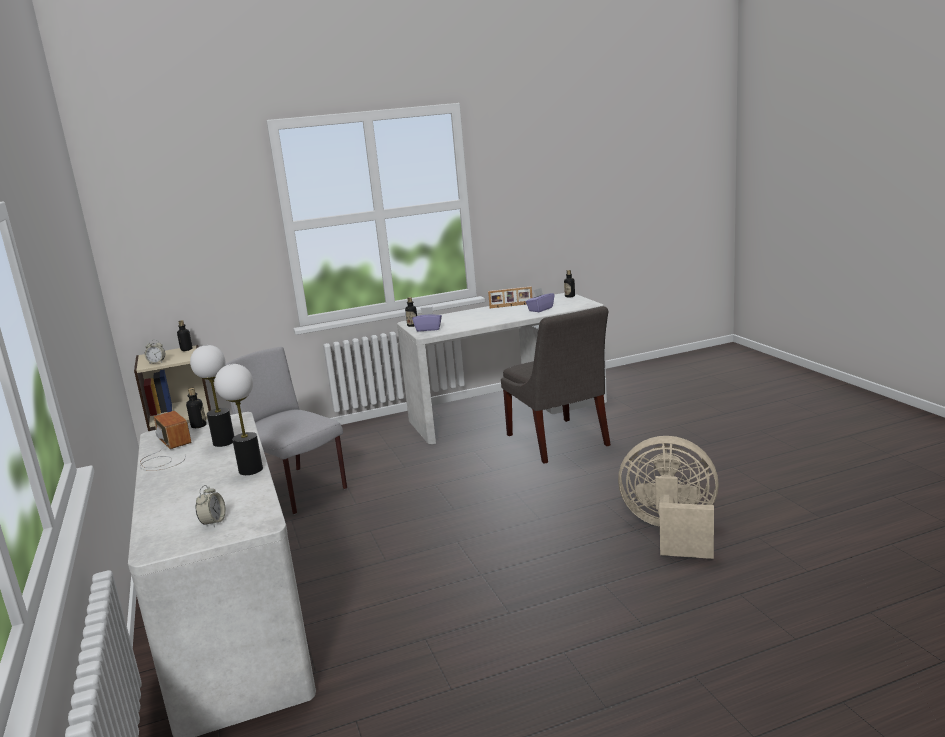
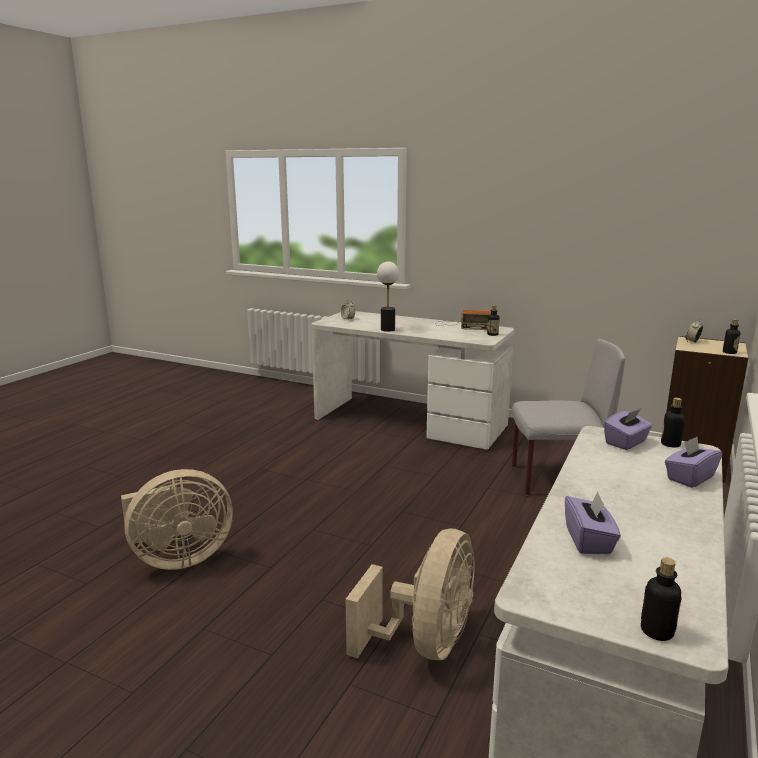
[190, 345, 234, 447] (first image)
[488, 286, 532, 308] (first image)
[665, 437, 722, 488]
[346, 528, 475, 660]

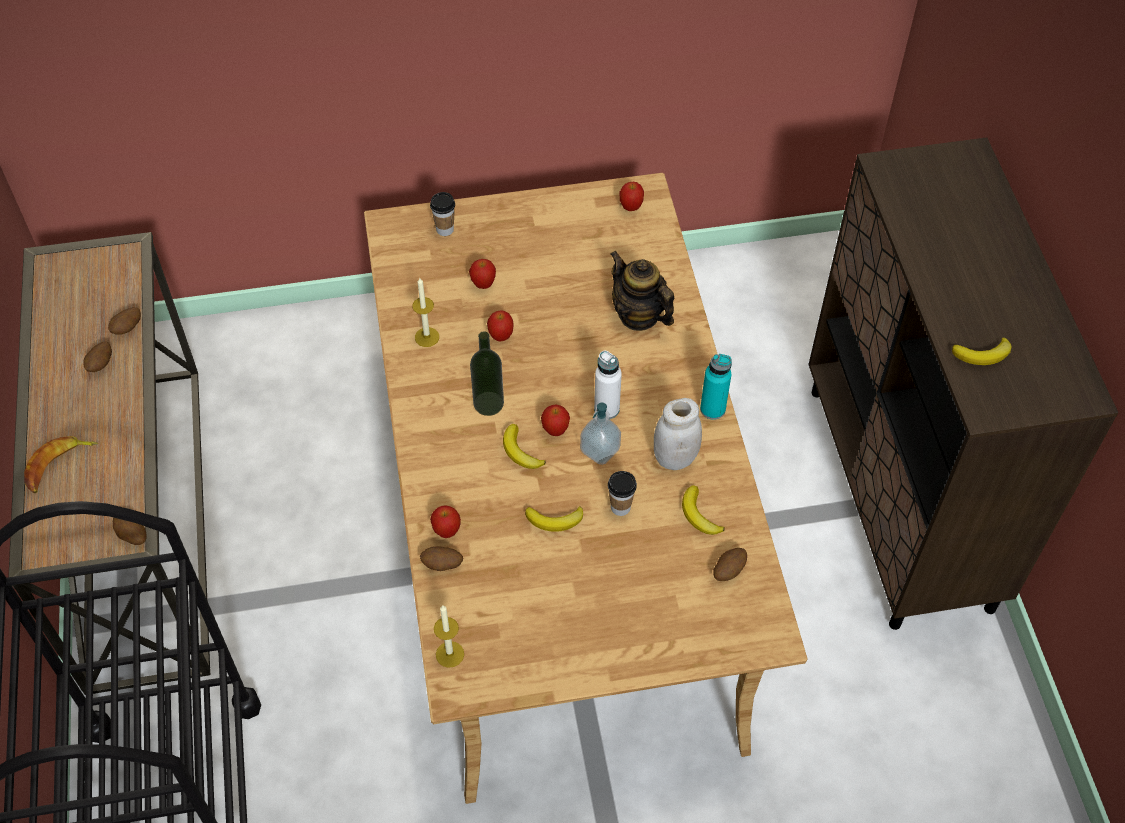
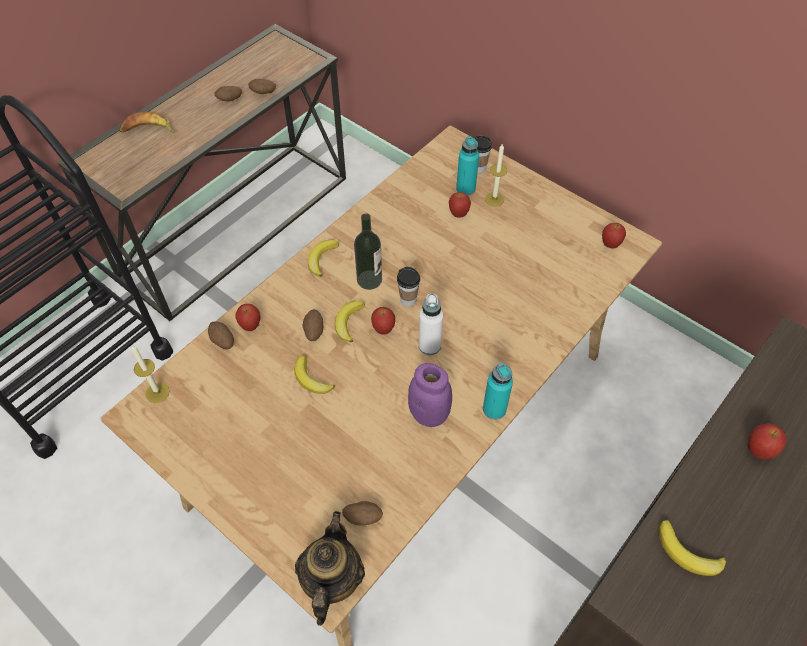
[580, 403, 621, 465] (first image)
[456, 136, 479, 196]
[303, 309, 323, 341]
[485, 144, 507, 207]
[748, 423, 787, 459]
[397, 267, 420, 306]
[295, 511, 365, 626]
[308, 240, 339, 277]
[408, 363, 452, 427]

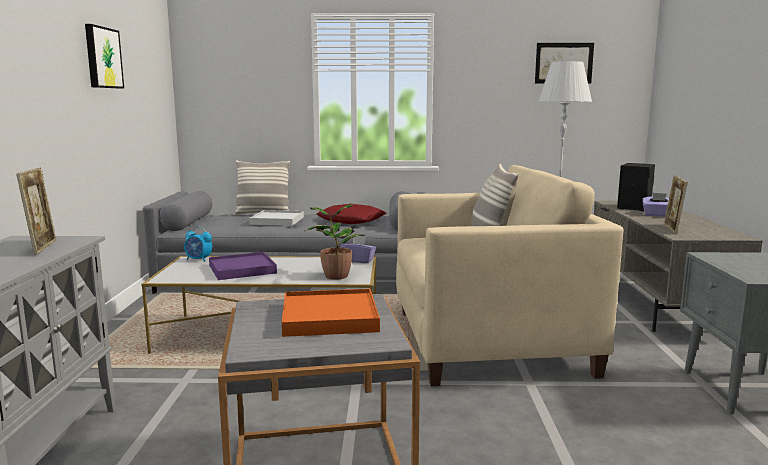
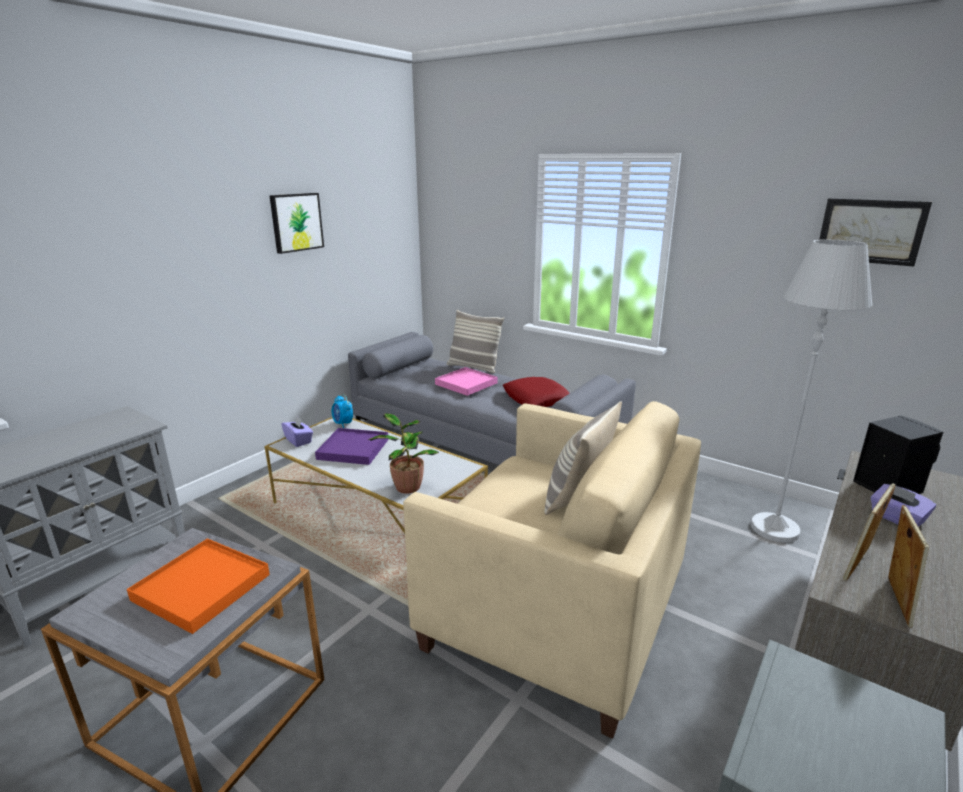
[888, 505, 929, 628]
[281, 416, 313, 447]
[435, 367, 497, 396]

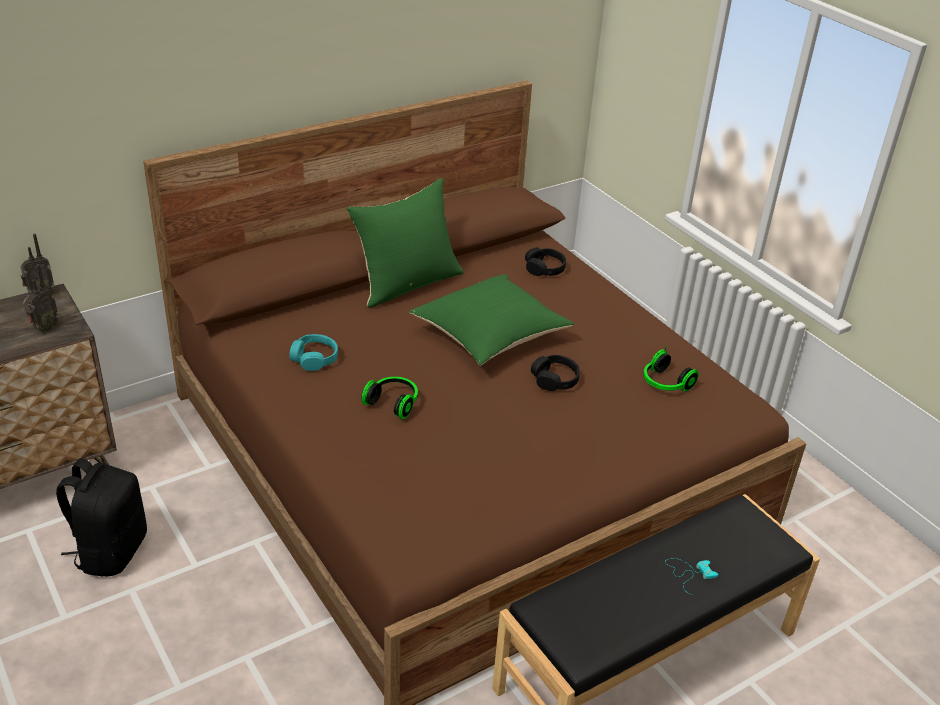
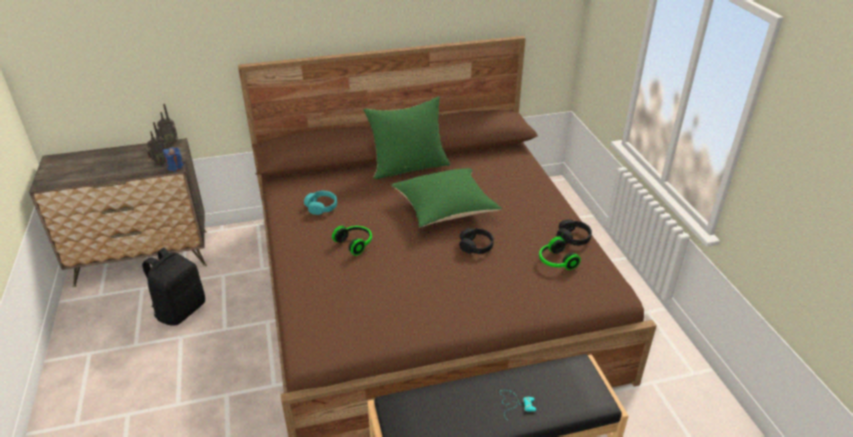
[163, 147, 183, 172]
[557, 219, 592, 246]

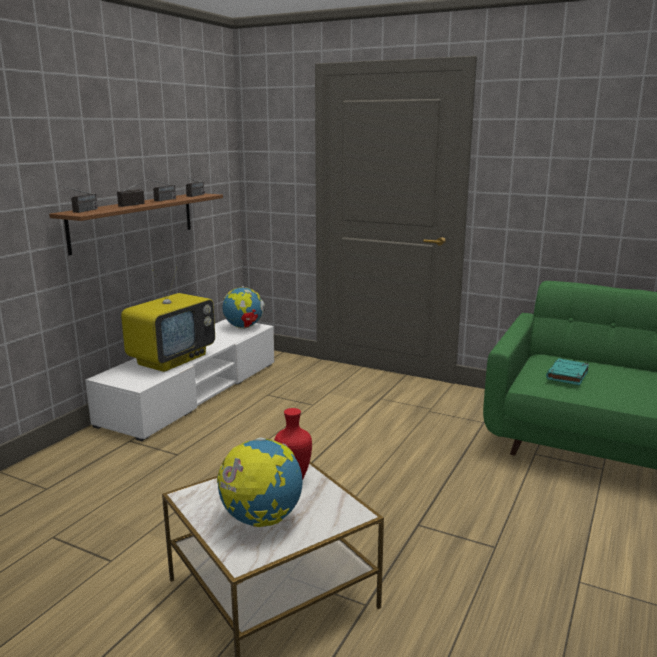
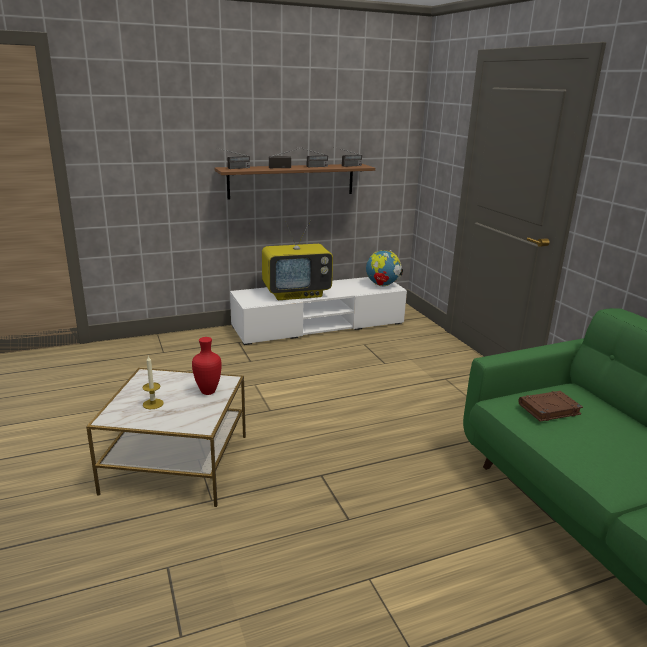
[143, 355, 164, 409]
[519, 391, 583, 421]

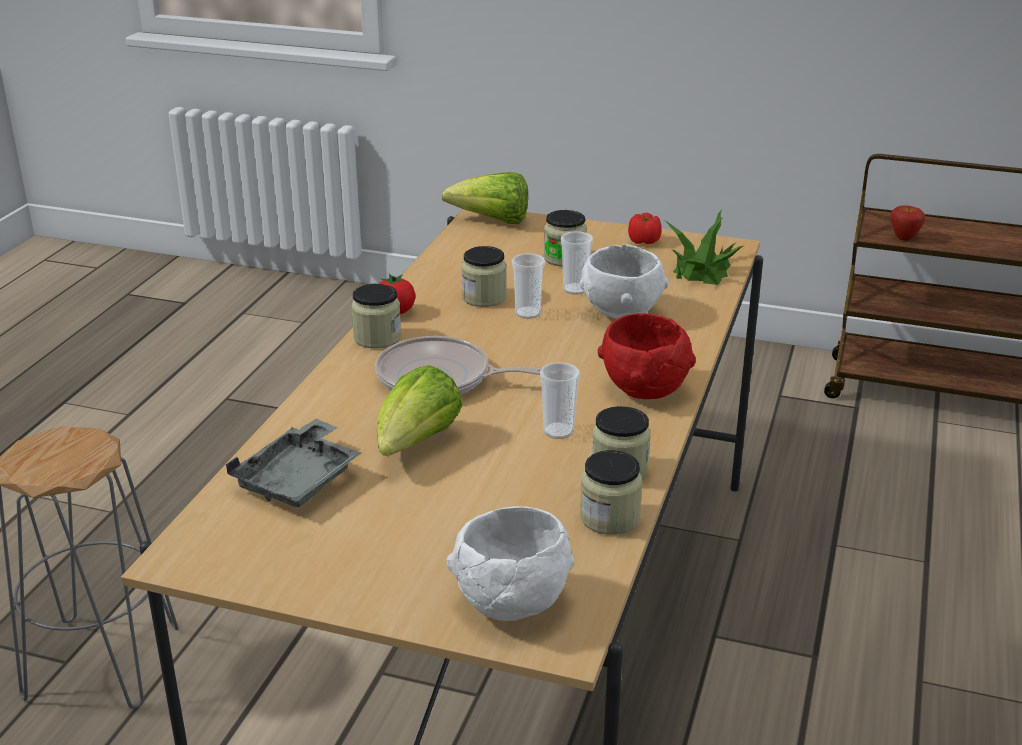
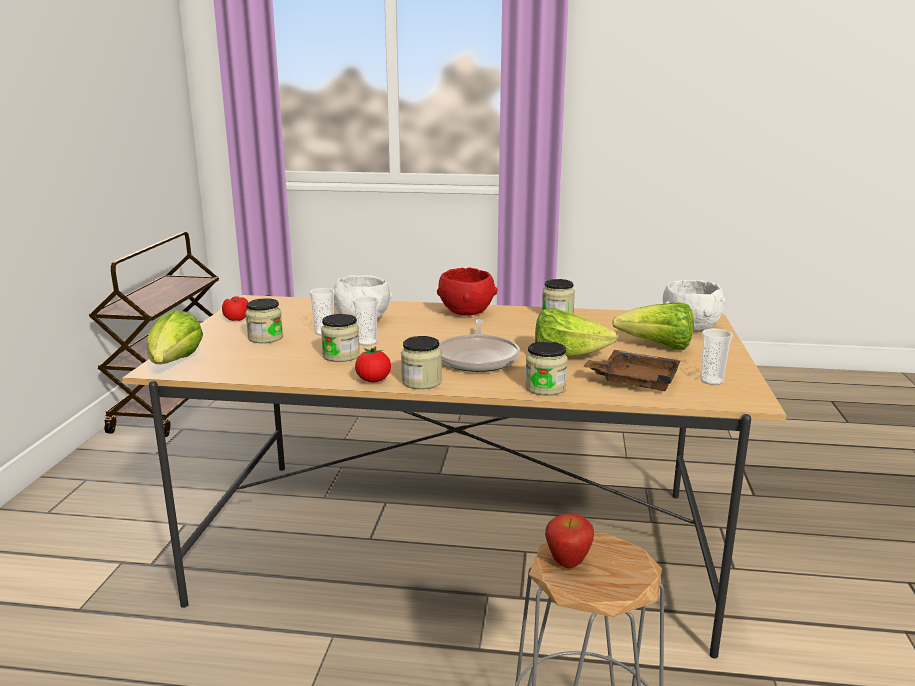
[664, 210, 743, 285] (first image)
[612, 302, 694, 350]
[700, 328, 733, 385]
[525, 341, 568, 396]
[545, 513, 594, 568]
[583, 350, 680, 391]

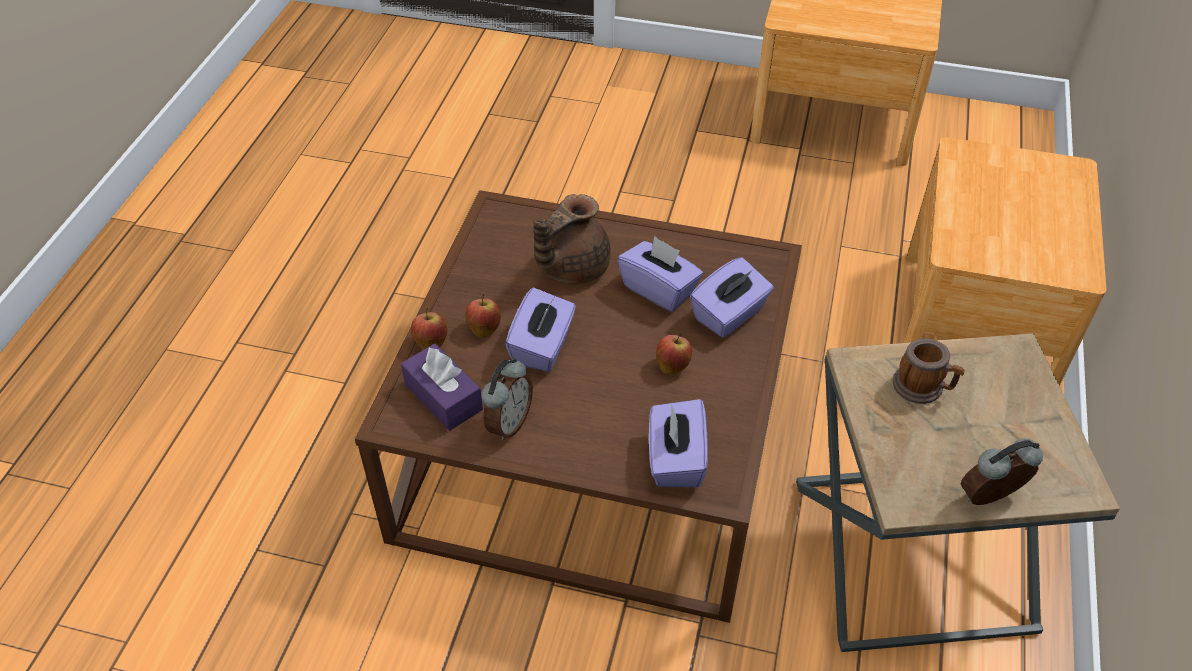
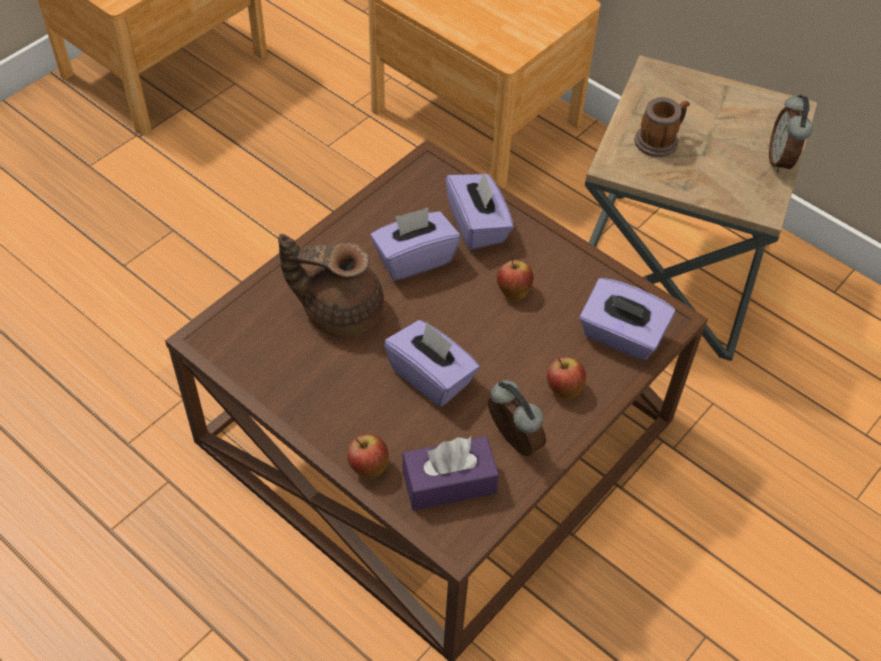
[547, 357, 586, 399]
[278, 234, 384, 338]

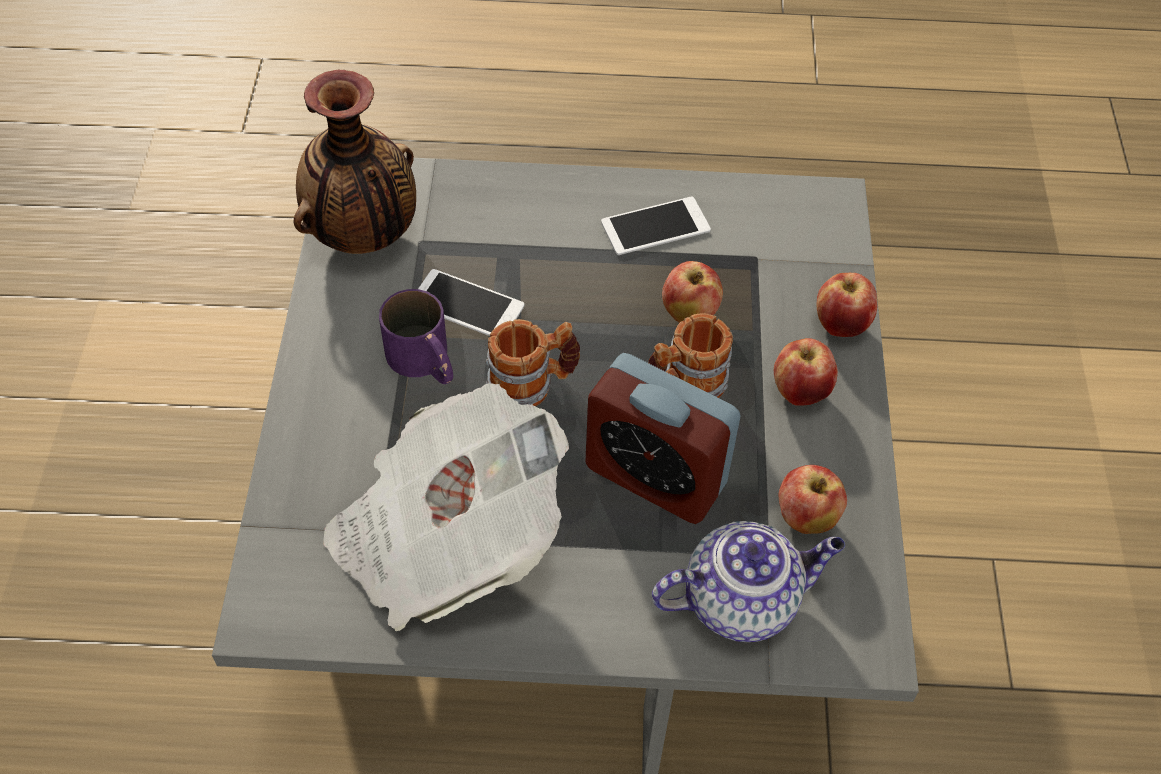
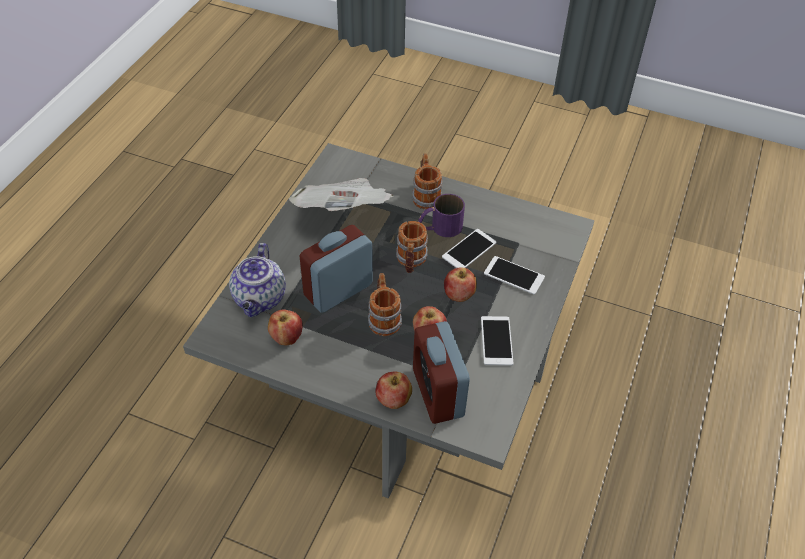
[293, 70, 416, 254] (first image)
[412, 153, 442, 210]
[413, 321, 470, 424]
[484, 256, 545, 295]
[444, 267, 477, 302]

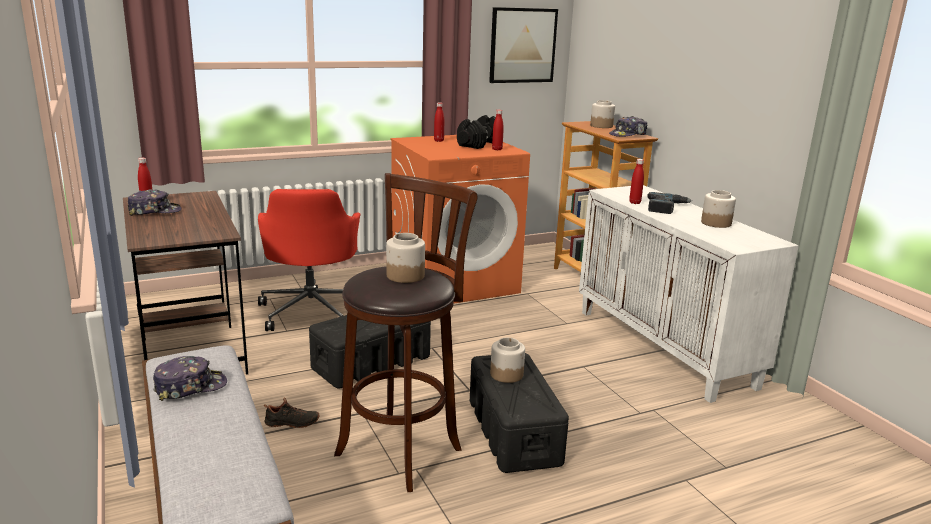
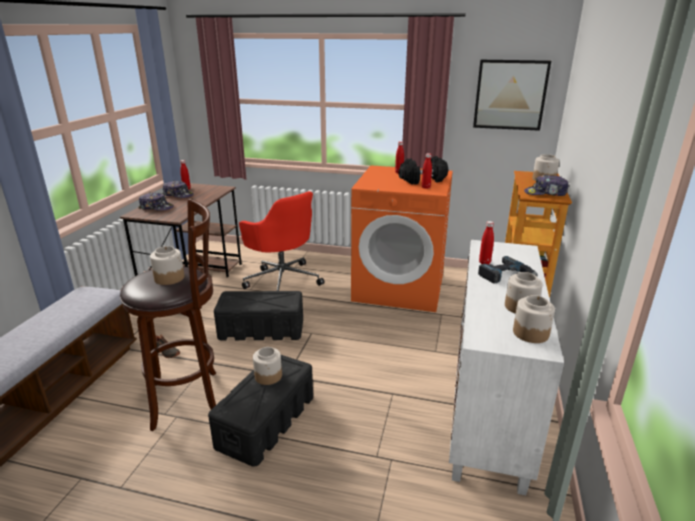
[513, 295, 555, 343]
[139, 192, 174, 211]
[239, 191, 325, 291]

